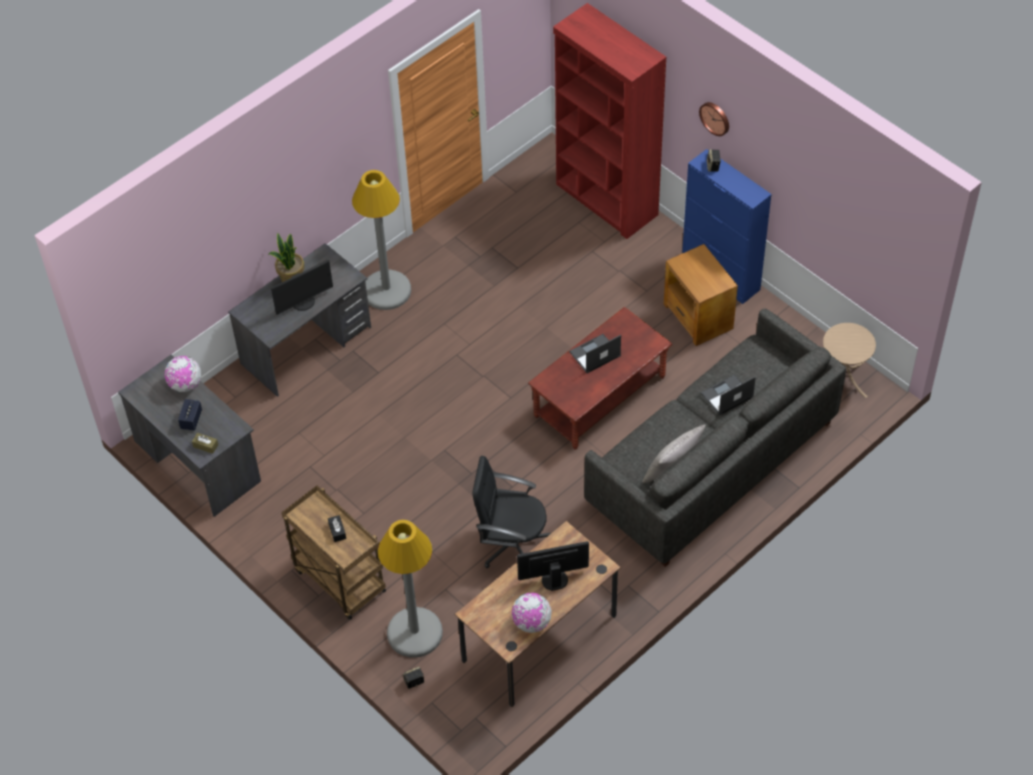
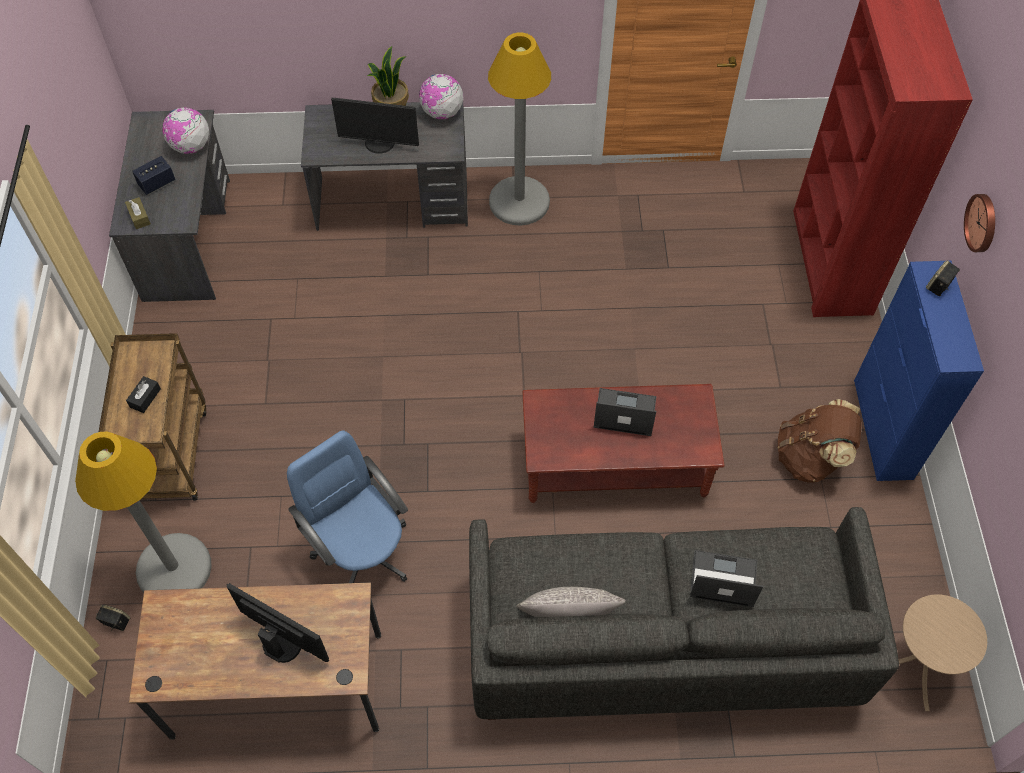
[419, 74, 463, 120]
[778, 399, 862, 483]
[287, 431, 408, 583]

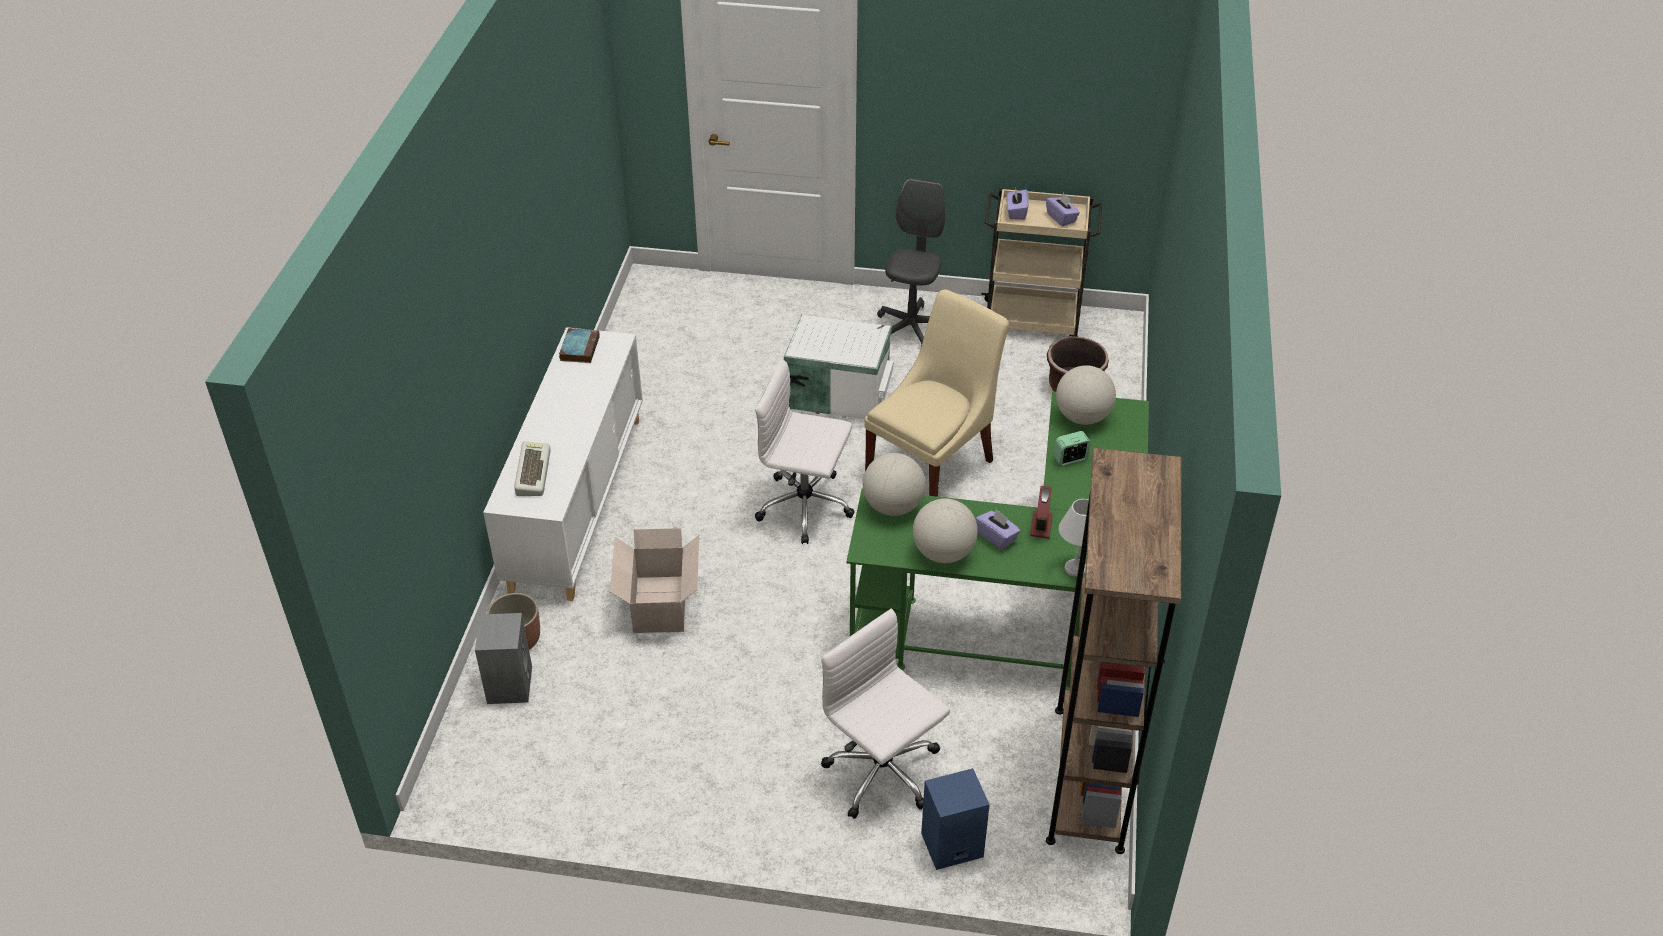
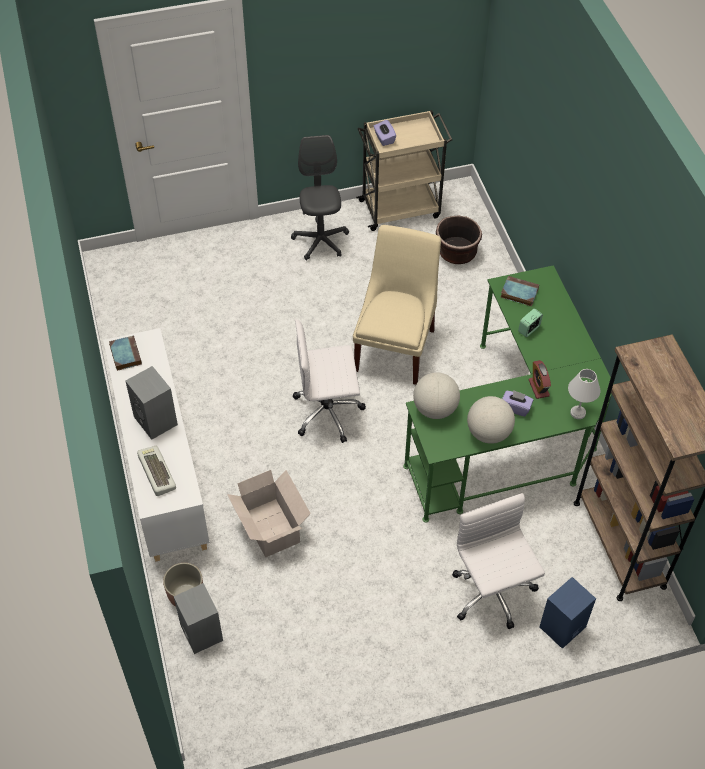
[784, 314, 893, 419] (first image)
[1046, 193, 1080, 226] (first image)
[125, 366, 178, 440]
[501, 276, 539, 306]
[452, 493, 545, 629]

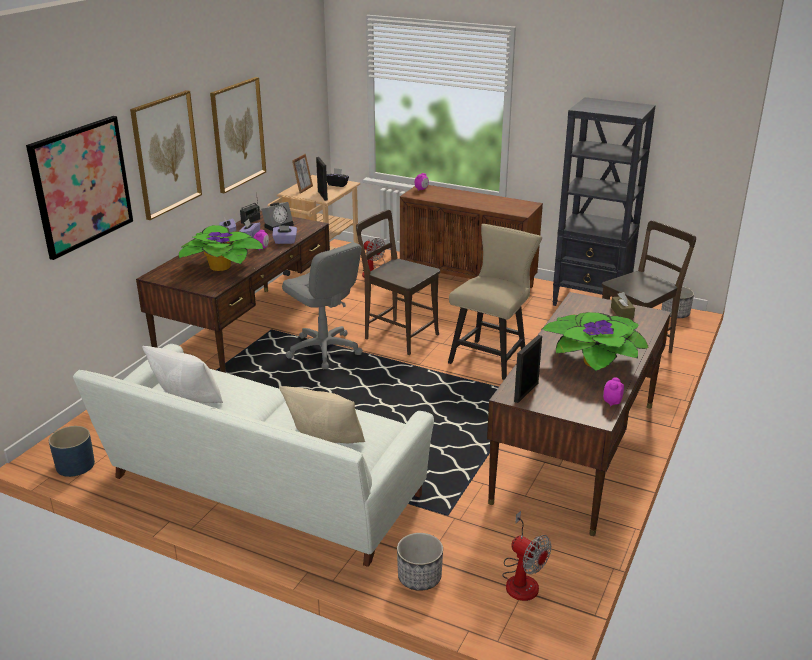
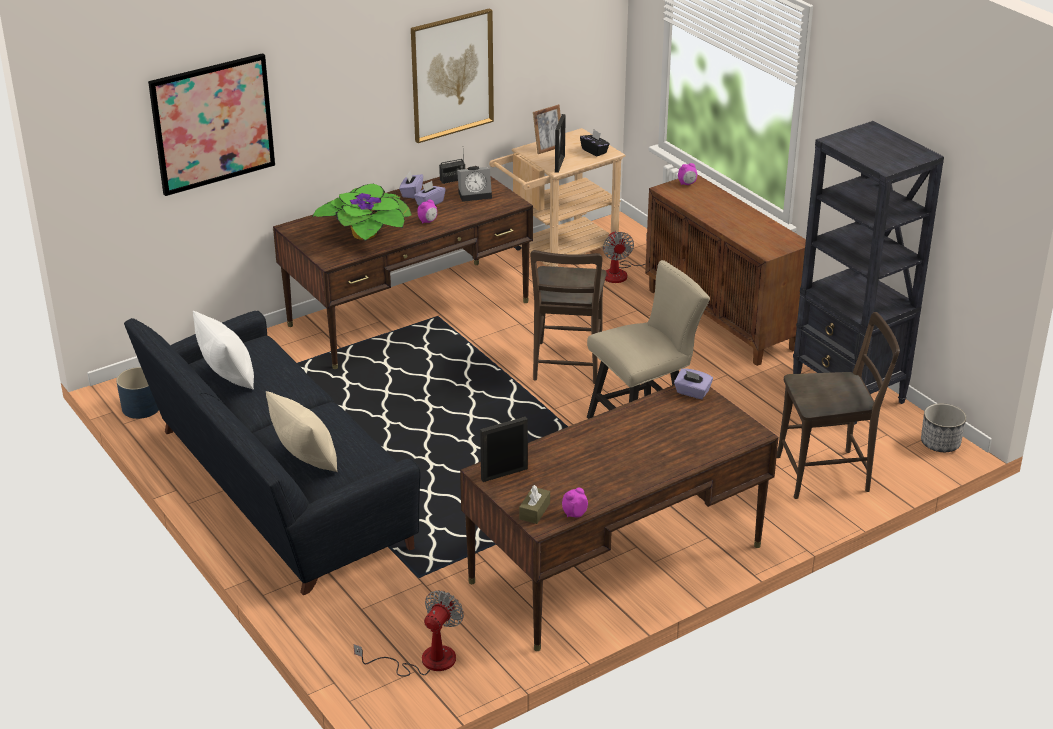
[130, 90, 202, 220] (first image)
[282, 242, 363, 369] (first image)
[397, 533, 443, 591] (first image)
[541, 312, 649, 372] (first image)
[674, 369, 713, 399]
[519, 485, 550, 524]
[124, 311, 421, 595]
[530, 250, 606, 384]
[354, 590, 464, 677]

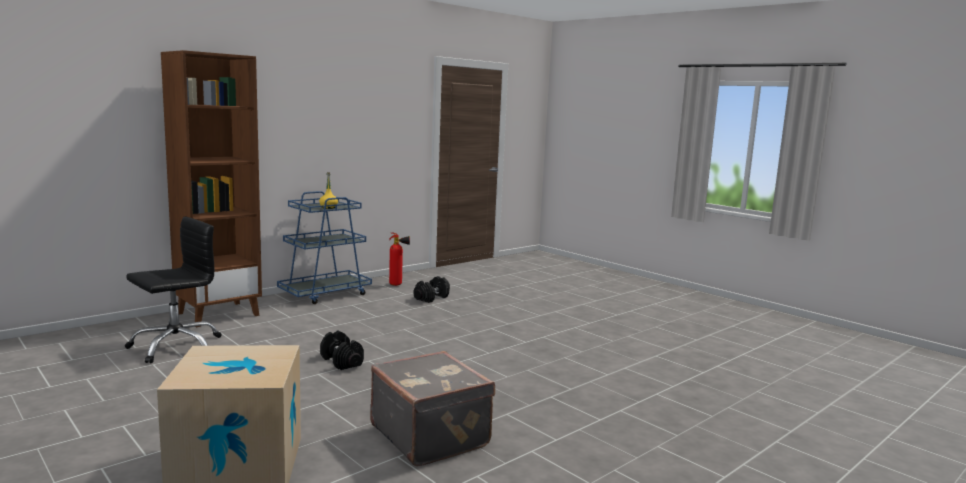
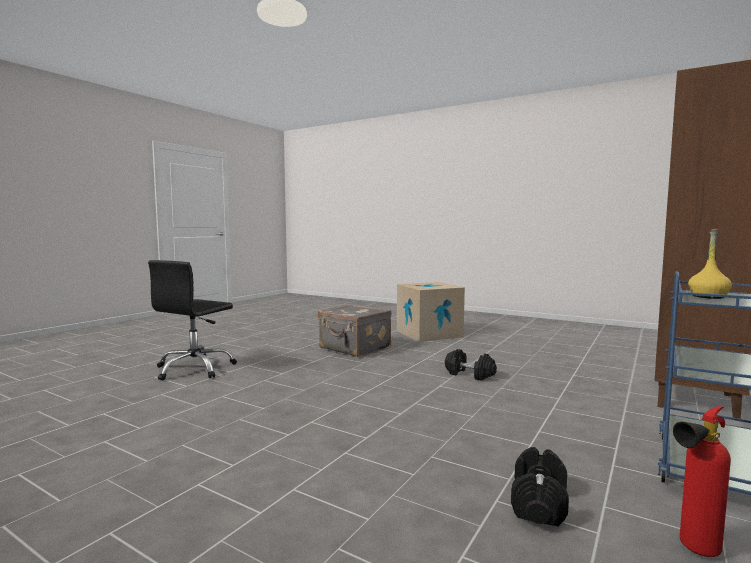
[148, 260, 237, 380]

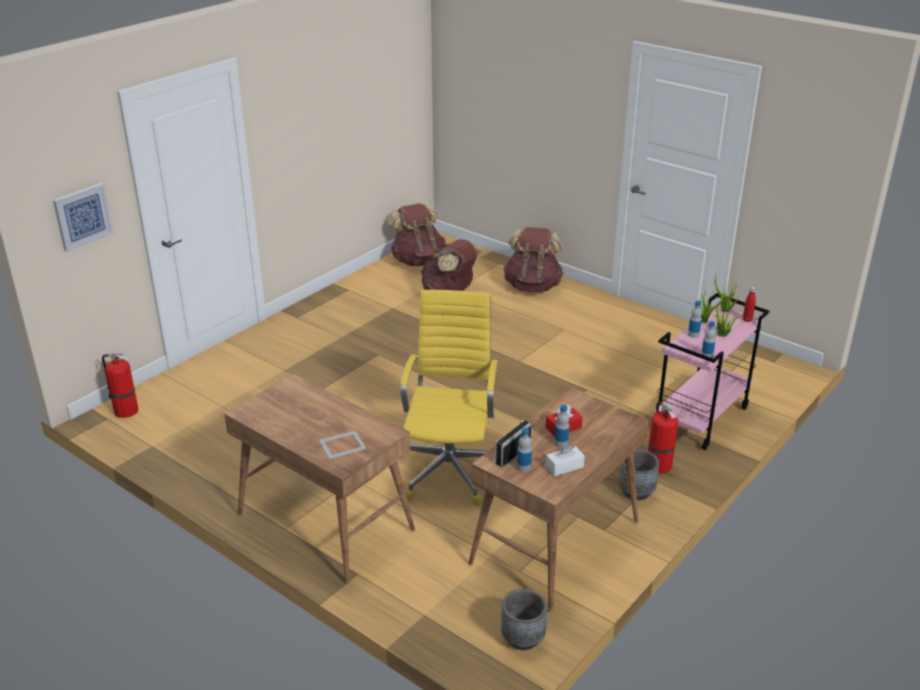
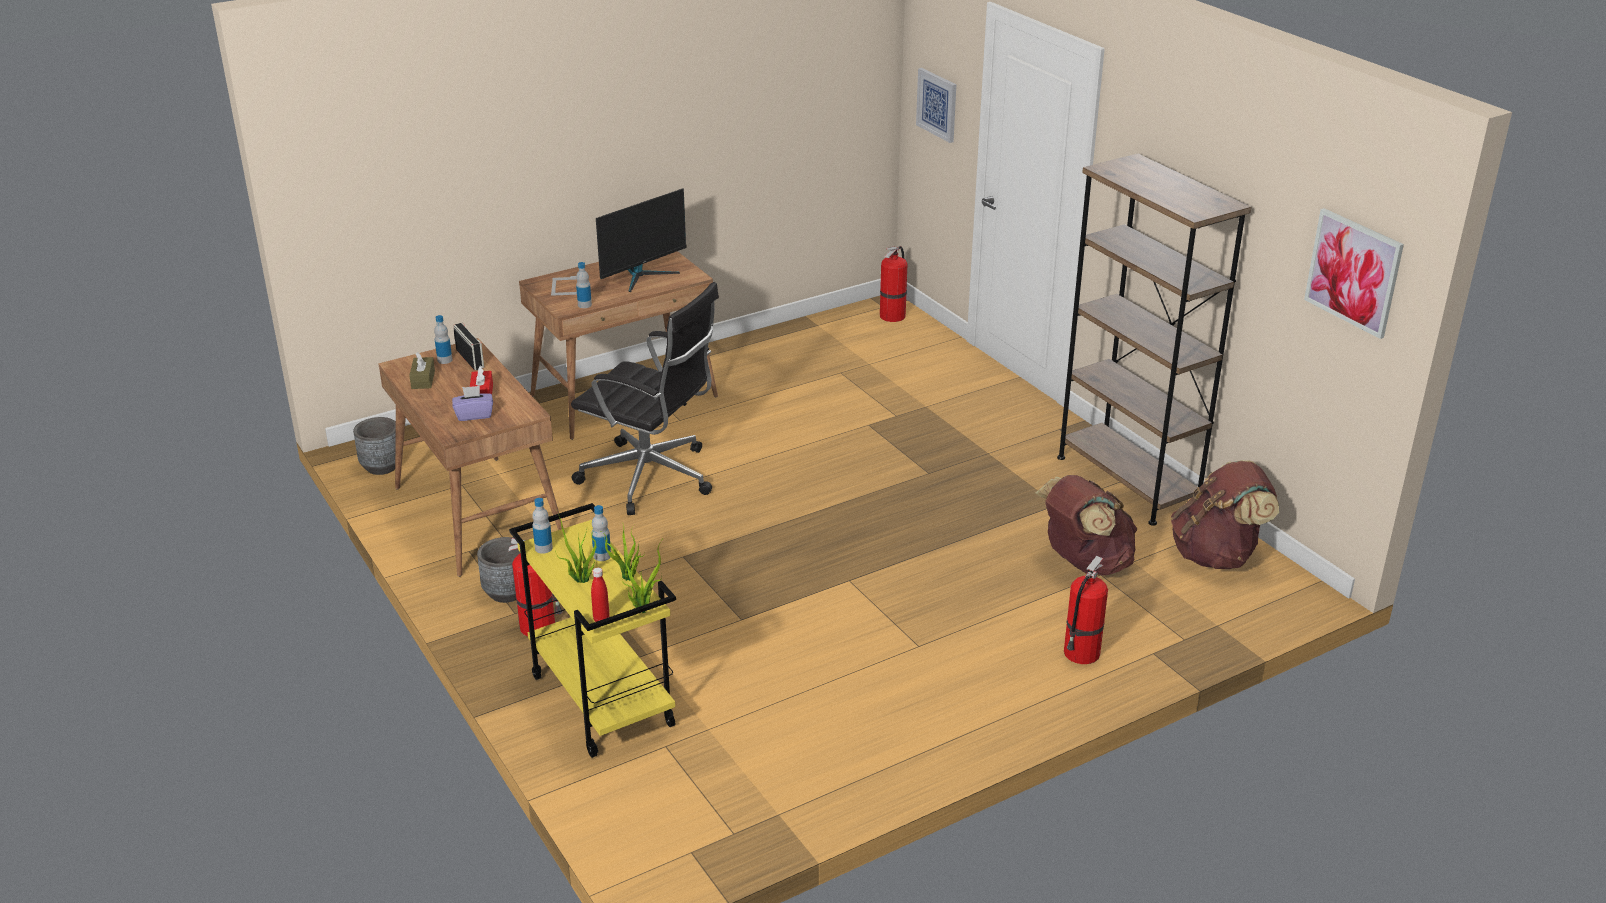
[452, 386, 493, 421]
[596, 189, 687, 292]
[1057, 154, 1251, 526]
[1304, 208, 1404, 339]
[576, 262, 592, 308]
[1064, 556, 1108, 664]
[571, 282, 719, 515]
[409, 352, 435, 389]
[509, 503, 676, 758]

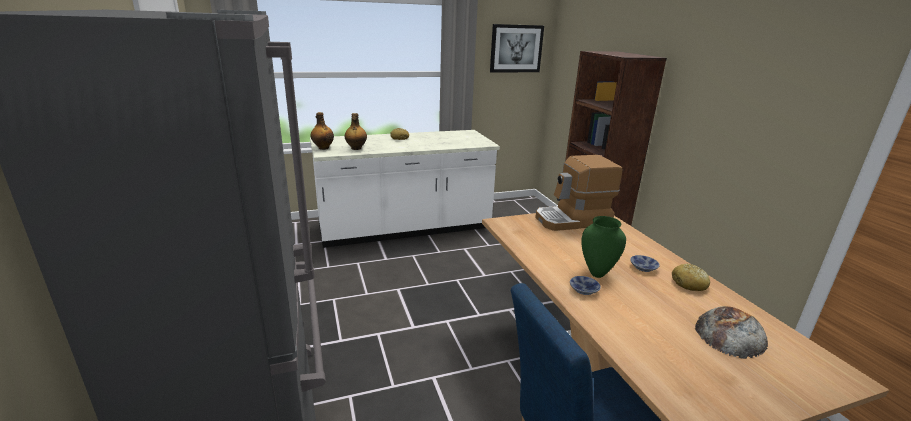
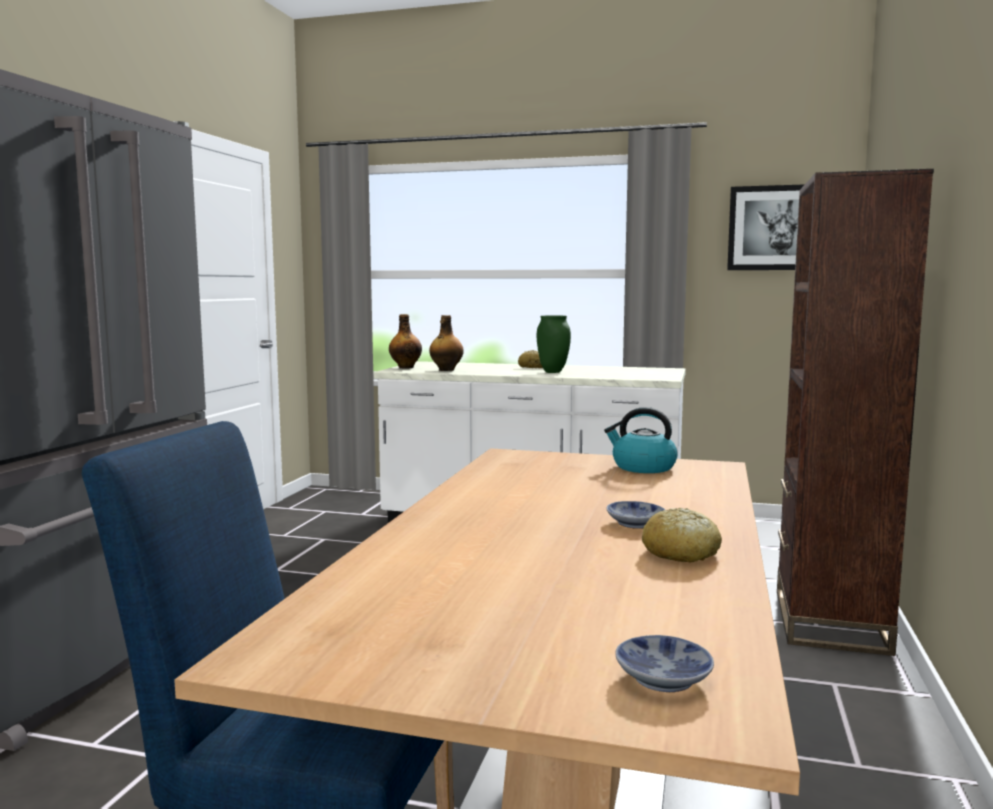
[695, 306, 768, 359] (first image)
[616, 635, 714, 692]
[537, 315, 571, 373]
[604, 407, 677, 473]

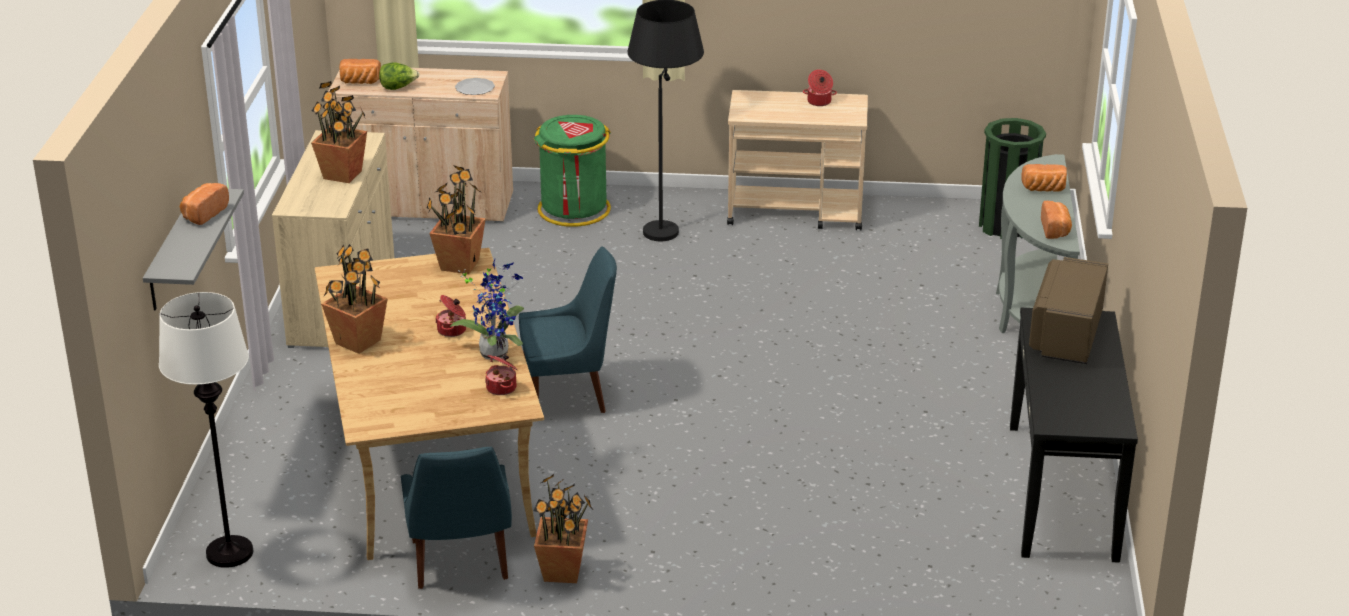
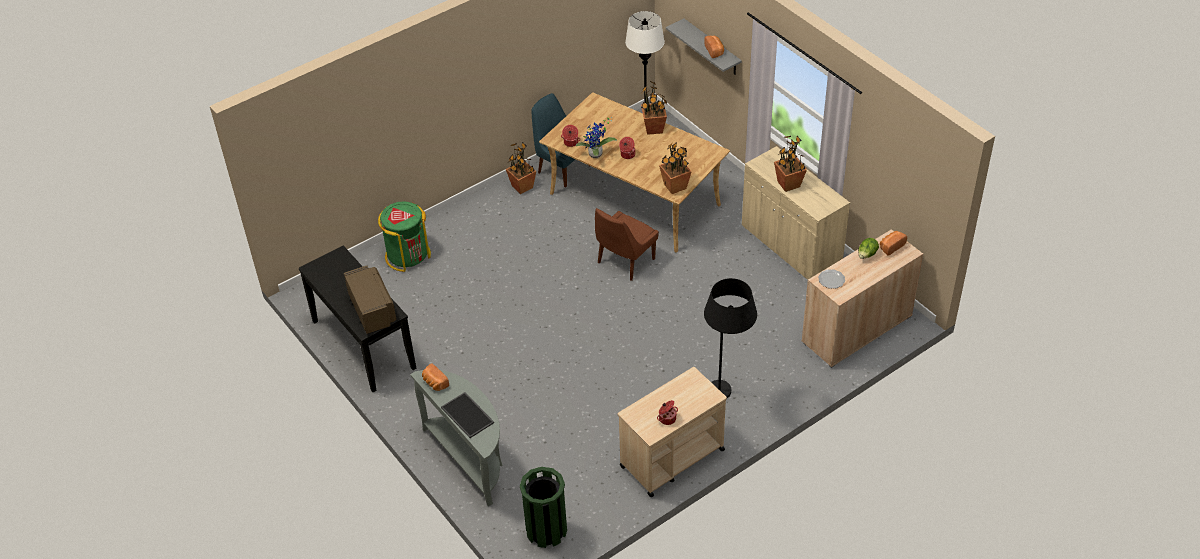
[378, 201, 431, 272]
[441, 392, 494, 438]
[595, 208, 659, 281]

